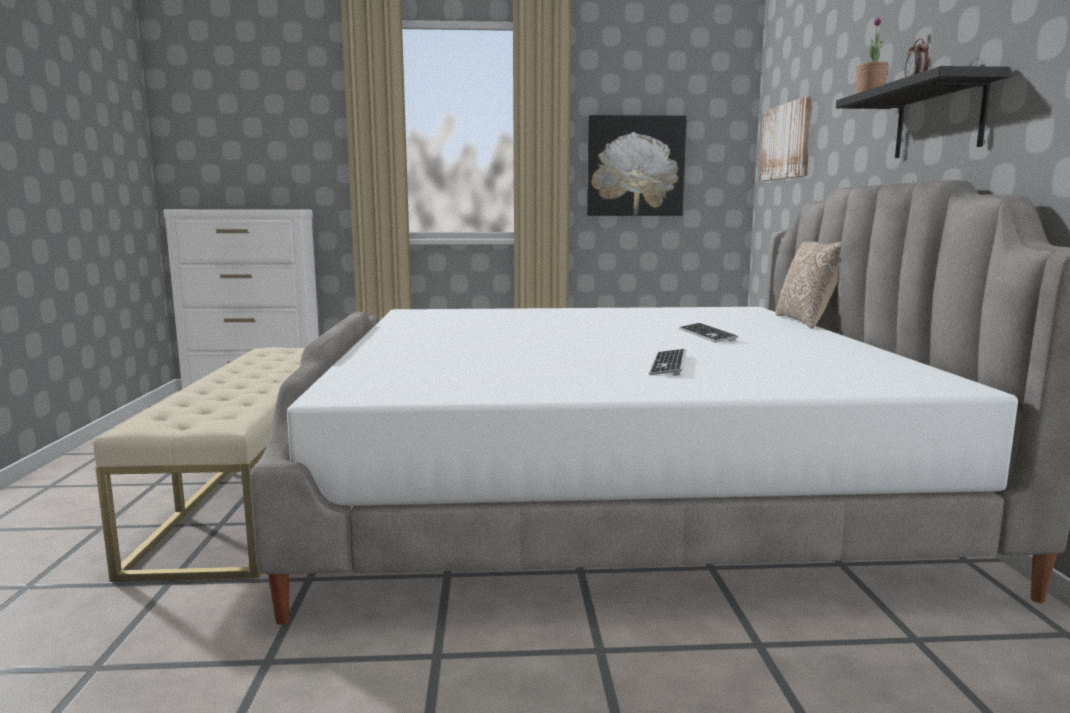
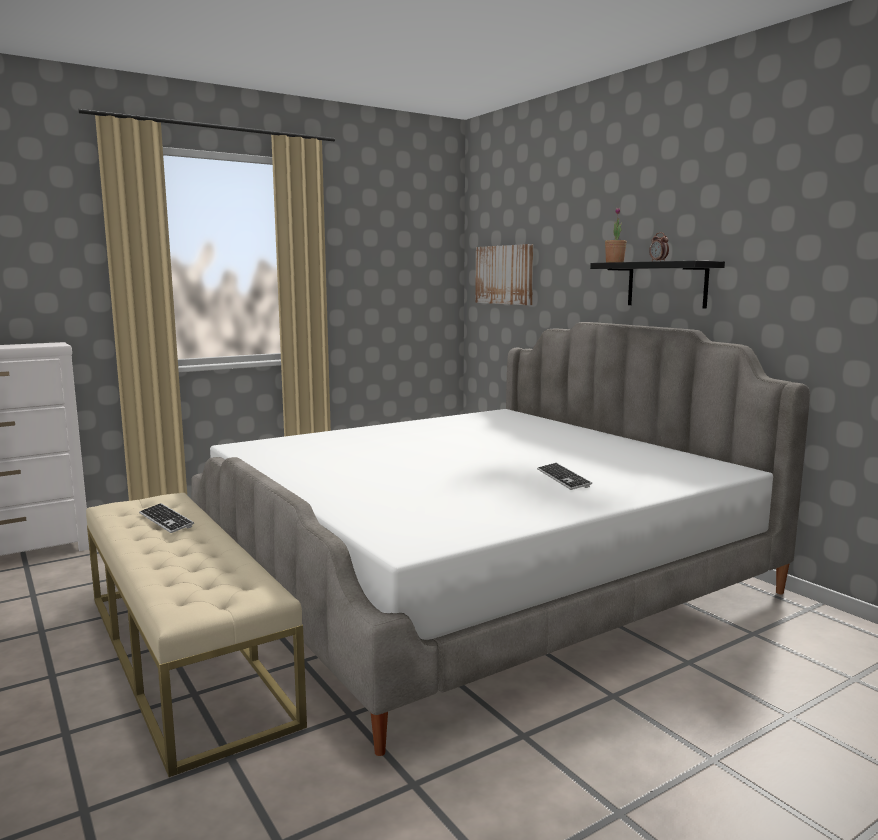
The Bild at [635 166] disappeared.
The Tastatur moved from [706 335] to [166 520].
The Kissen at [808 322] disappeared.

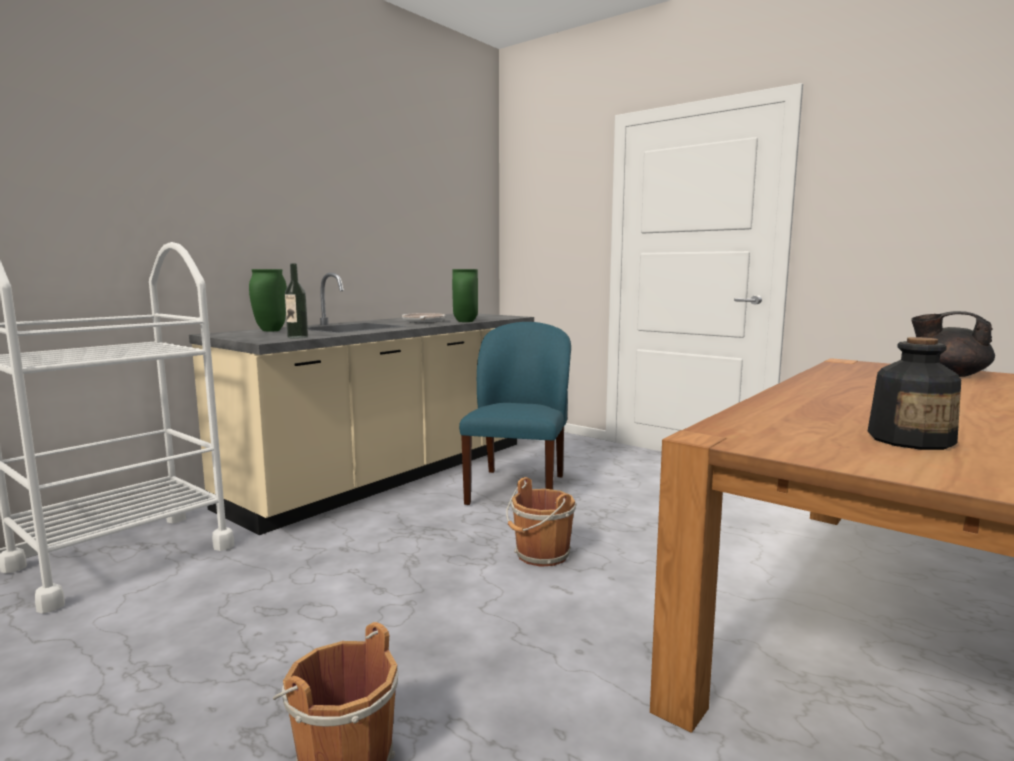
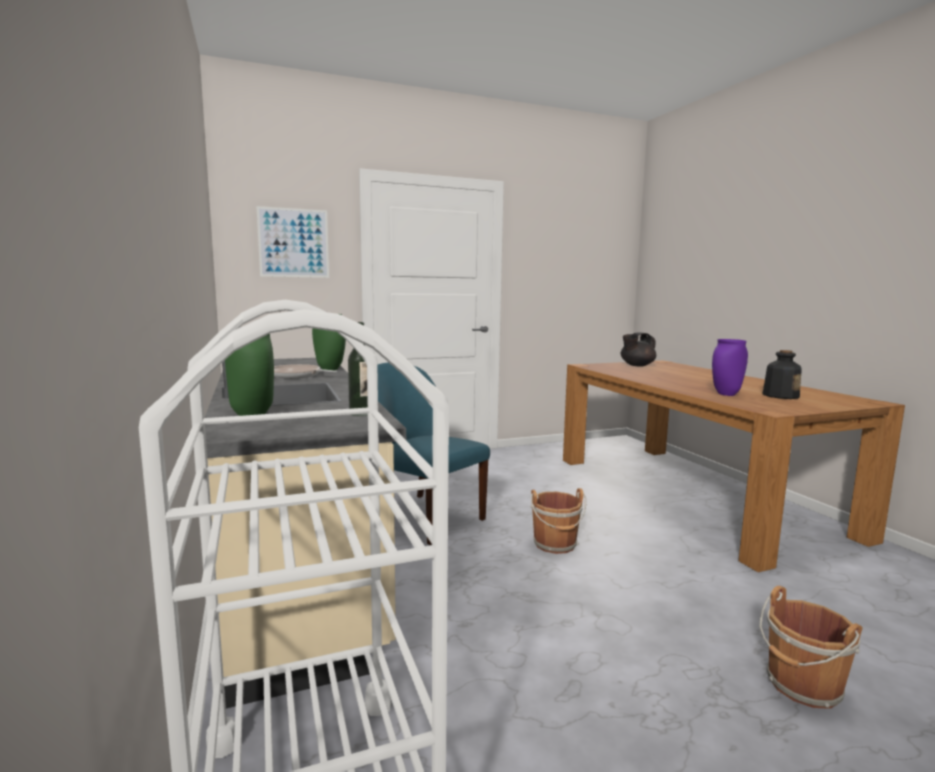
The Bild at [293 243] appeared.
The Vase/lila at [725 394] appeared.

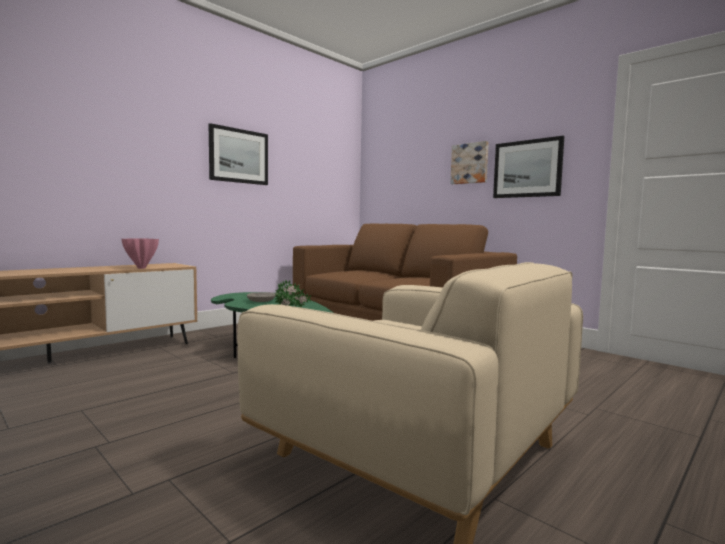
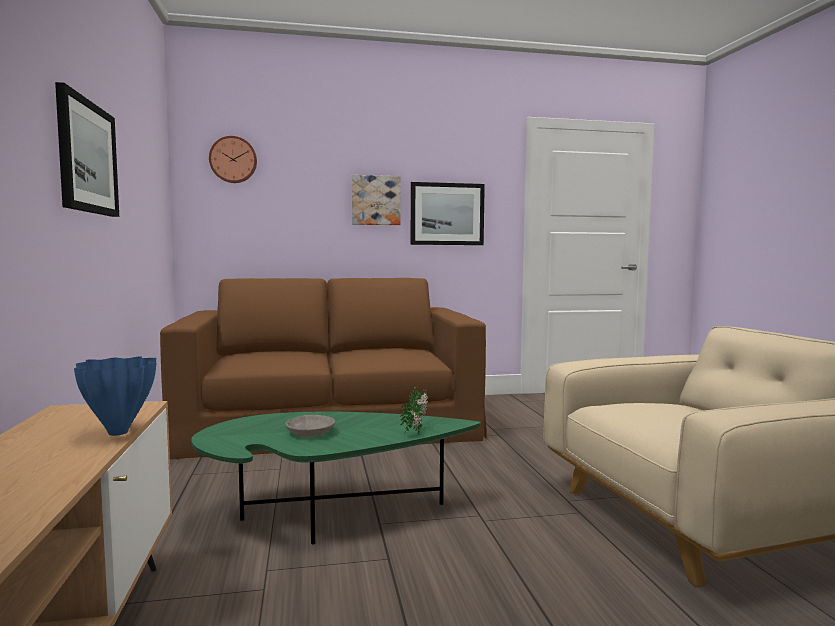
The Vase/rosa at [141 268] became the Vase/blau at [119 433].
The Wanduhr at [233 160] appeared.

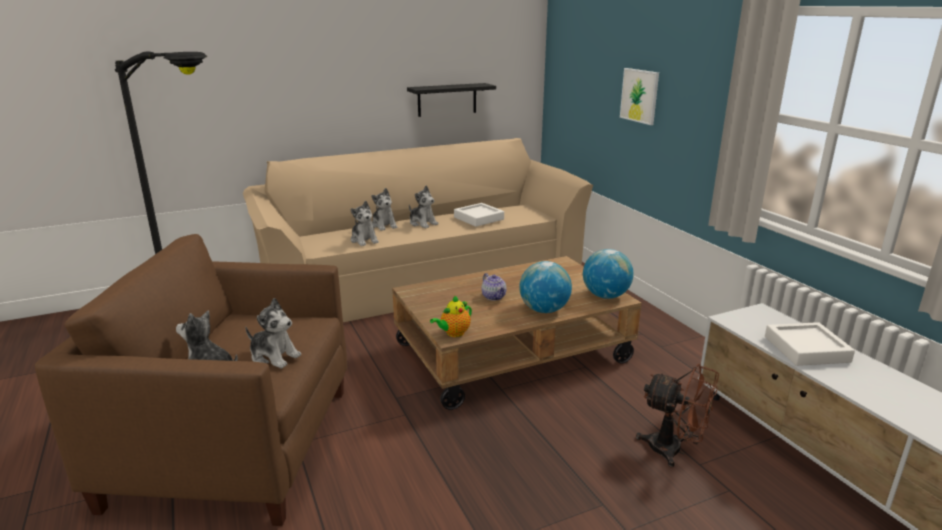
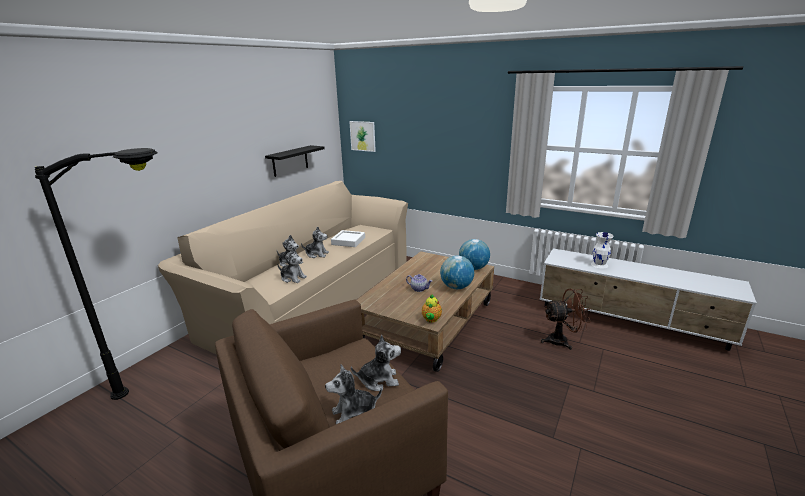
The Bild moved from [639 96] to [363 136].
The Tablett/weiß at [806 349] was replaced by the Vase/weiß at [599 265].

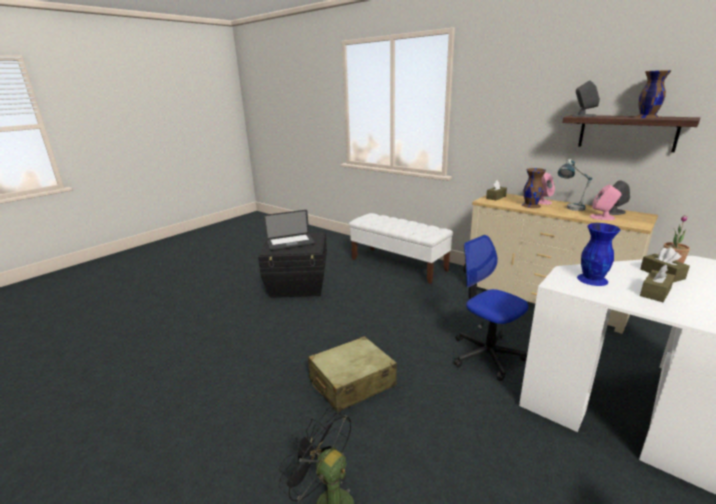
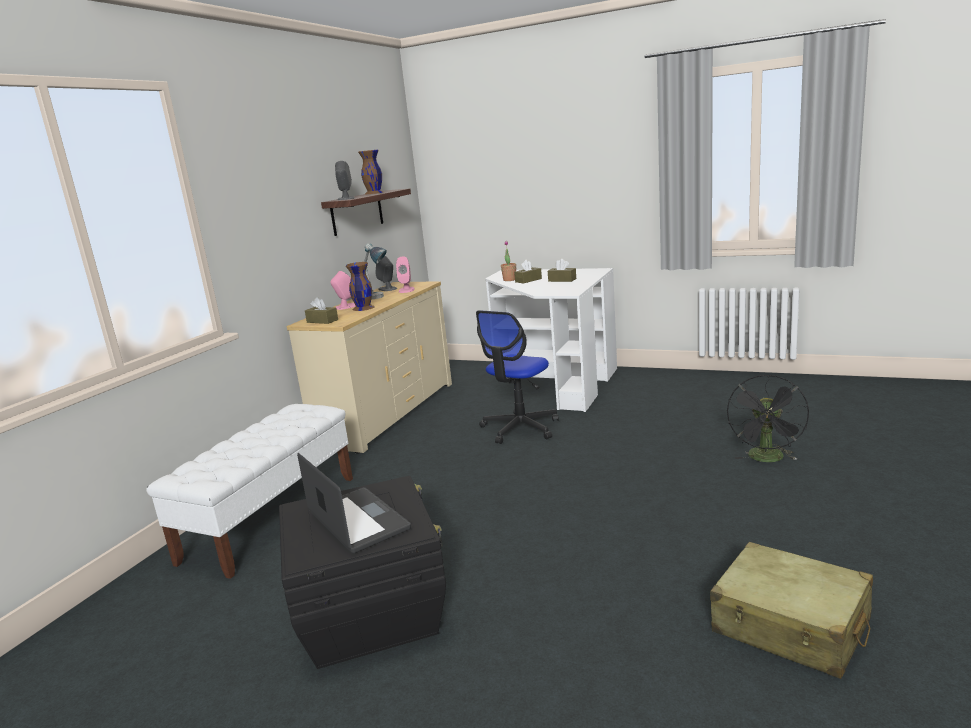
The Koffer/beige moved from [352 383] to [790 626].
The Vase/blau at [593 279] disappeared.

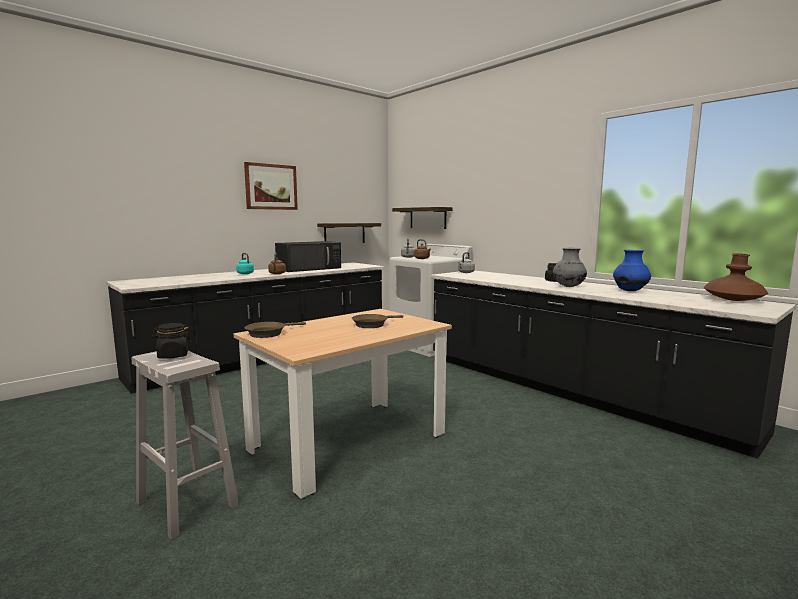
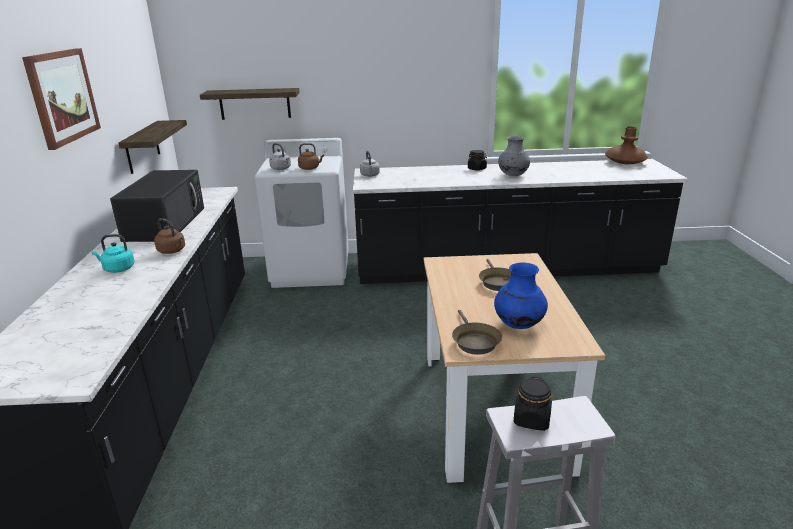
The Vase/blau moved from [630 291] to [518 324].

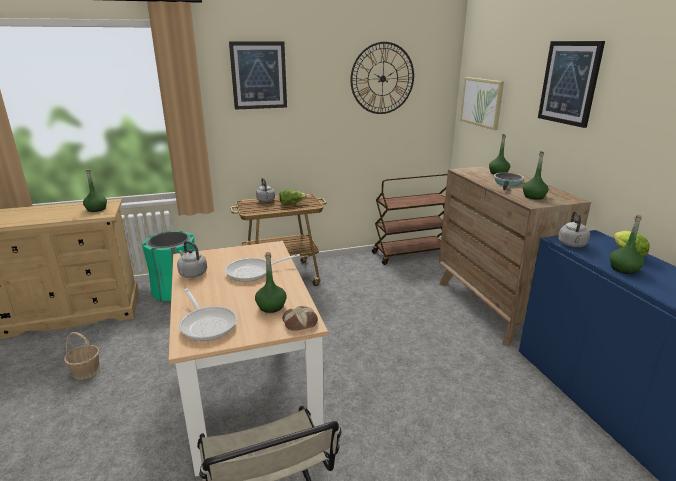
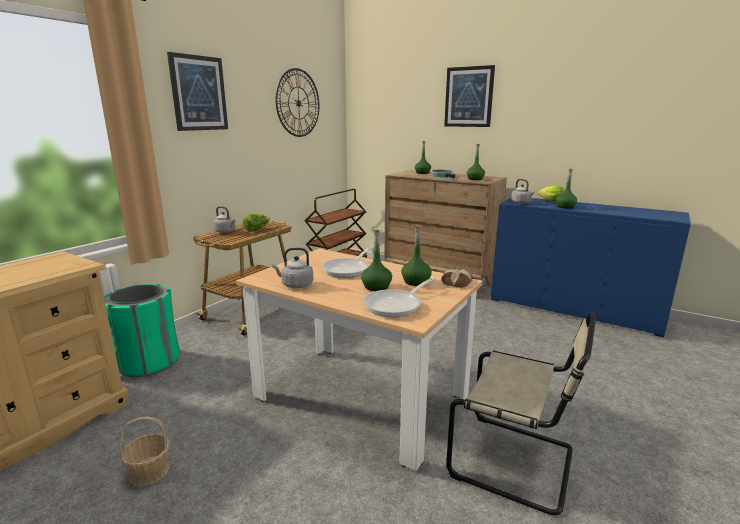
The Flasche/grün moved from [96 209] to [376 287].
The Pfanne at [207 324] turned 120 degrees clockwise.
The Bild at [482 102] disappeared.

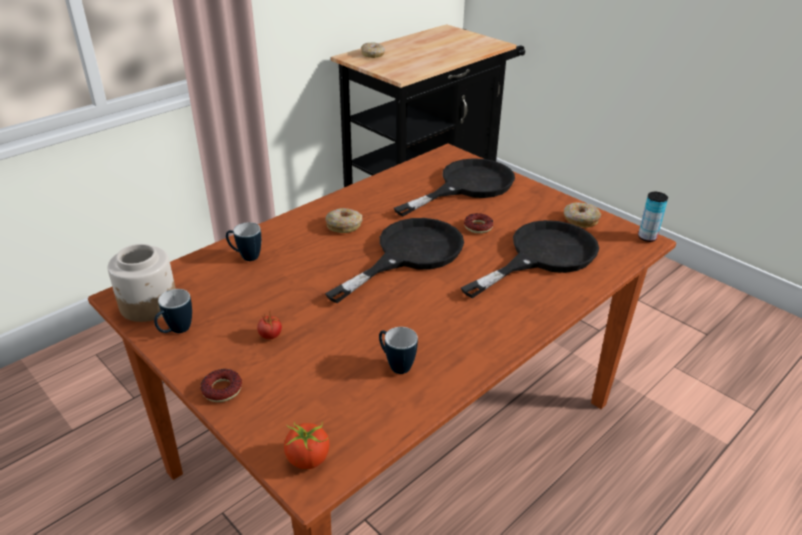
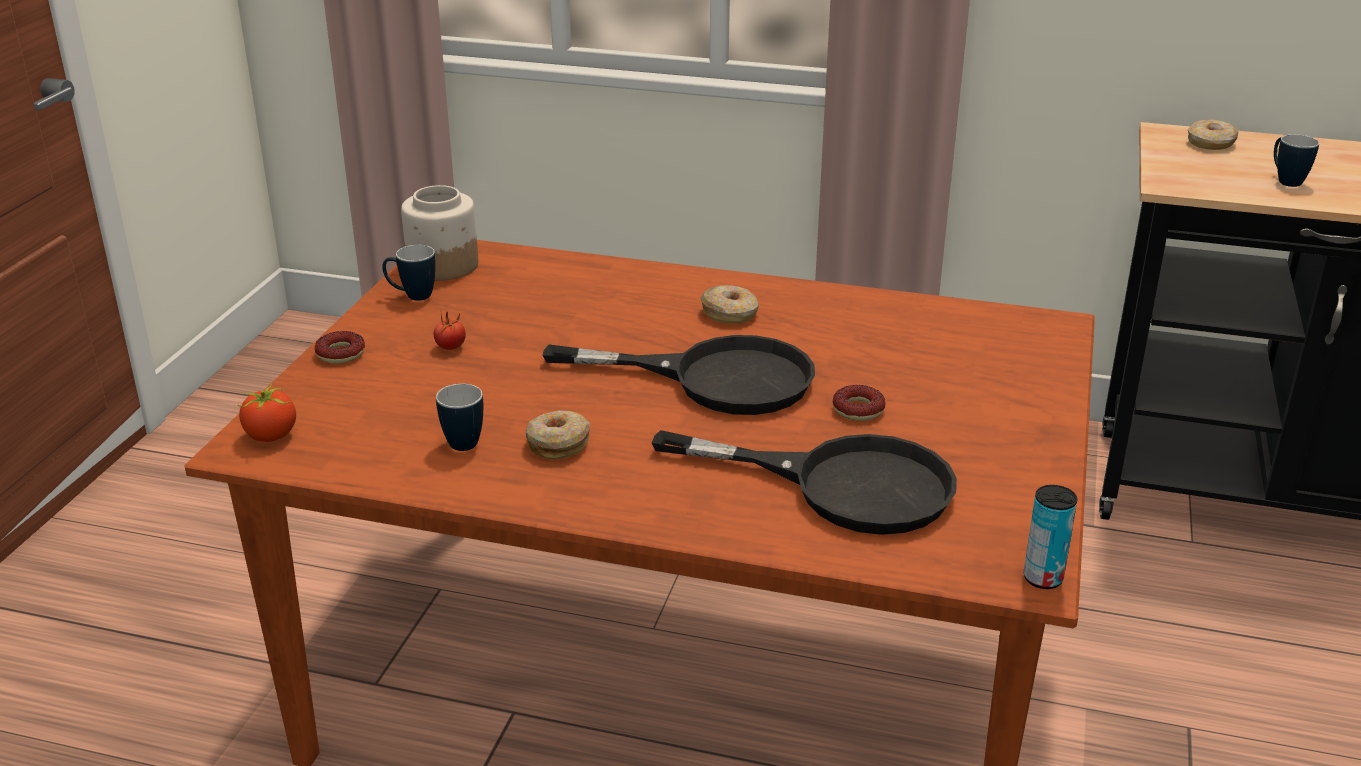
The Henkelbecher moved from [245 256] to [1285 181].
The Pfanne/schwarz at [467 186] disappeared.
The Donut moved from [580 220] to [558 444].

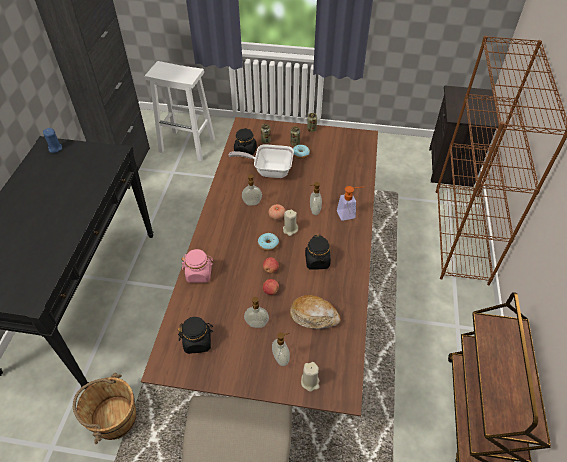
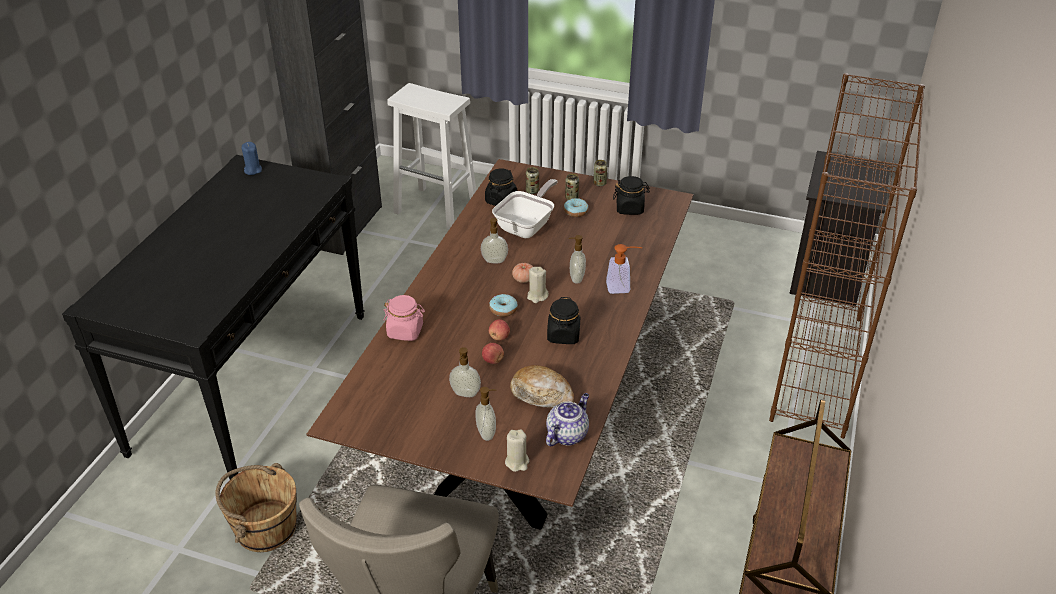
The Vorratsglas/schwarz moved from [198 342] to [630 208].
The Pfanne at [269 170] turned 105 degrees clockwise.
The Teekanne at [567 434] appeared.

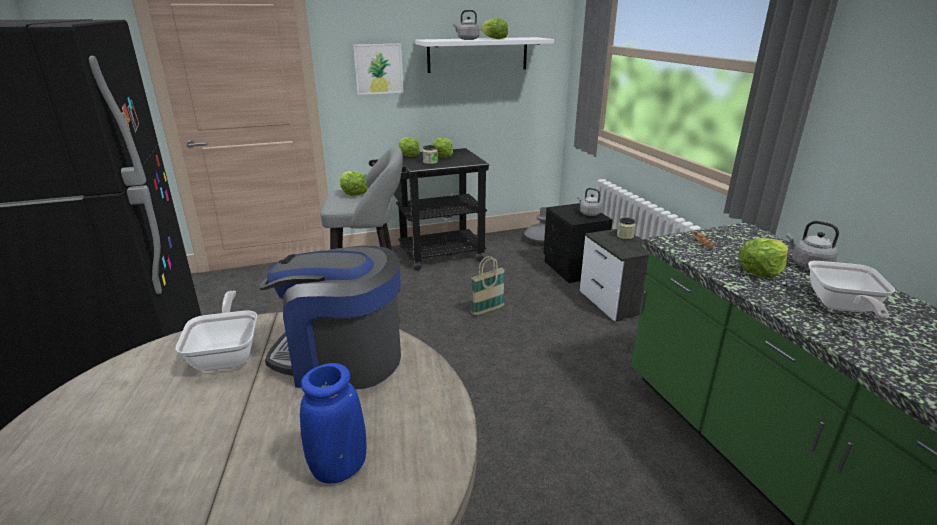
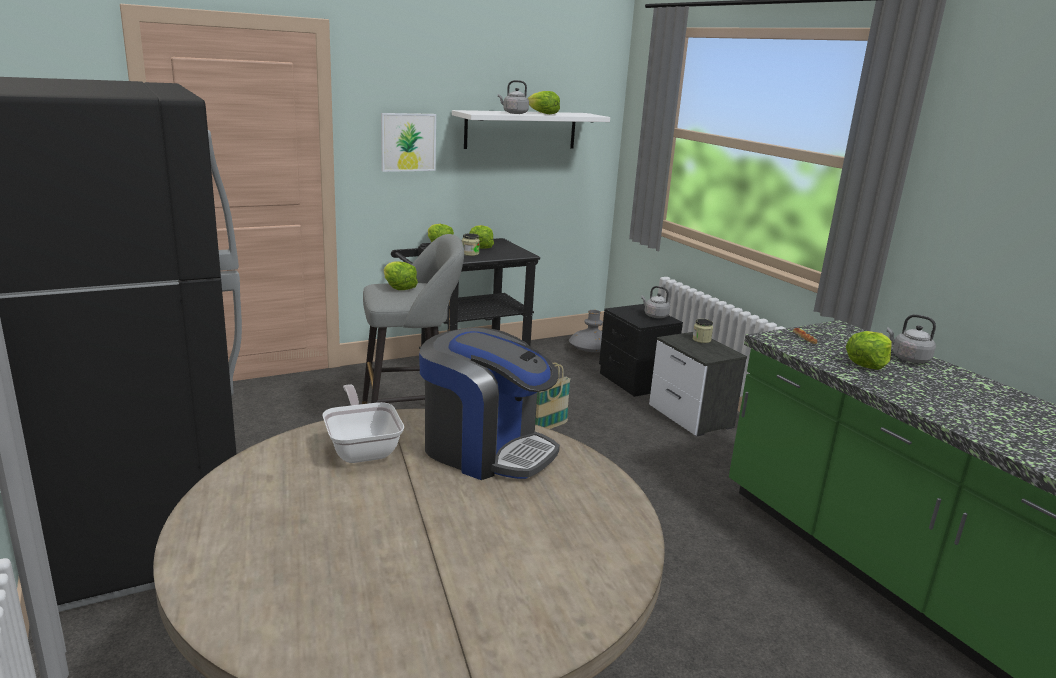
The Kaffeemaschine at [341 359] turned 150 degrees counterclockwise.
The Vase/blau at [339 468] disappeared.
The Pfanne at [842 308] disappeared.

